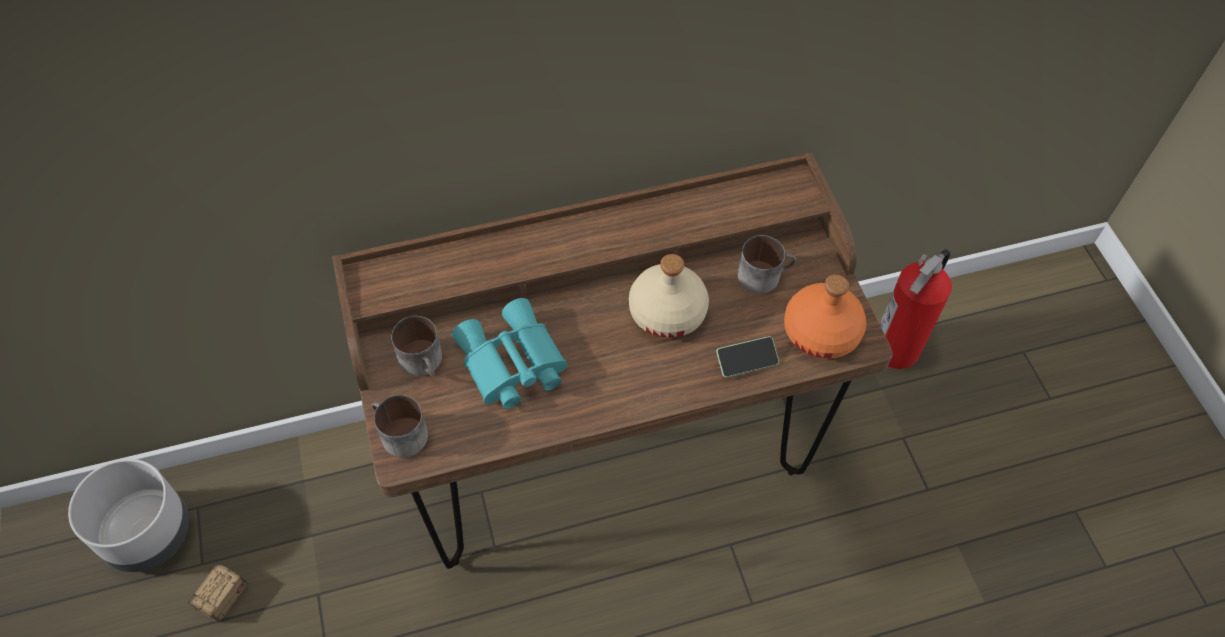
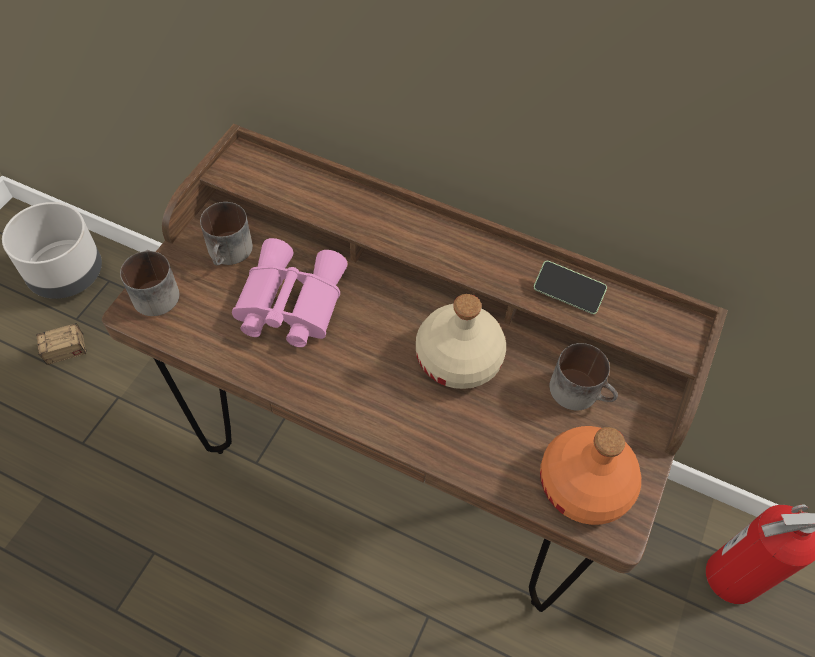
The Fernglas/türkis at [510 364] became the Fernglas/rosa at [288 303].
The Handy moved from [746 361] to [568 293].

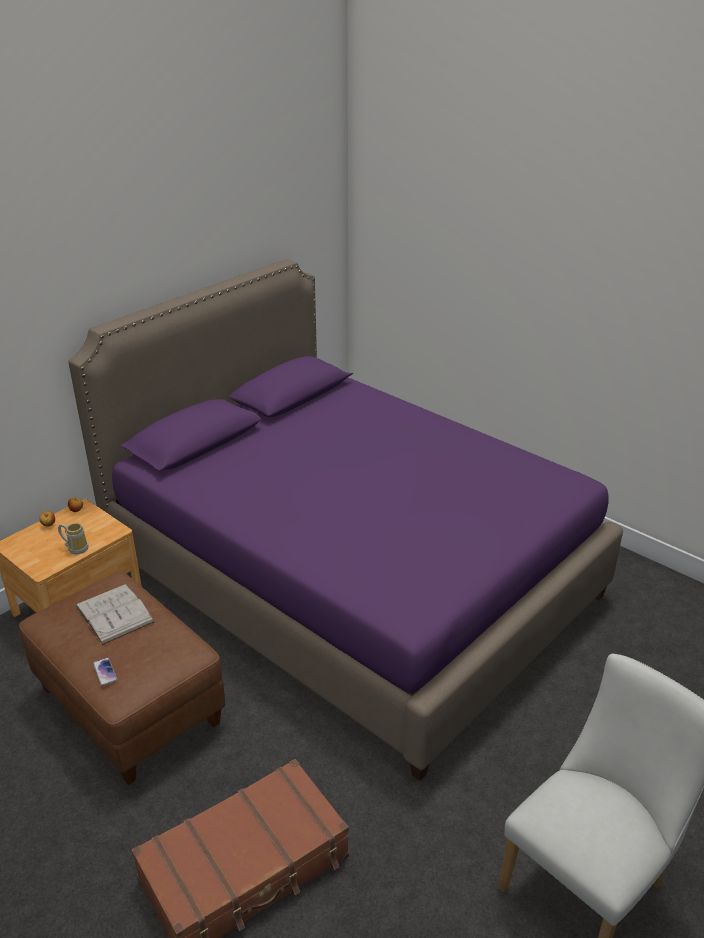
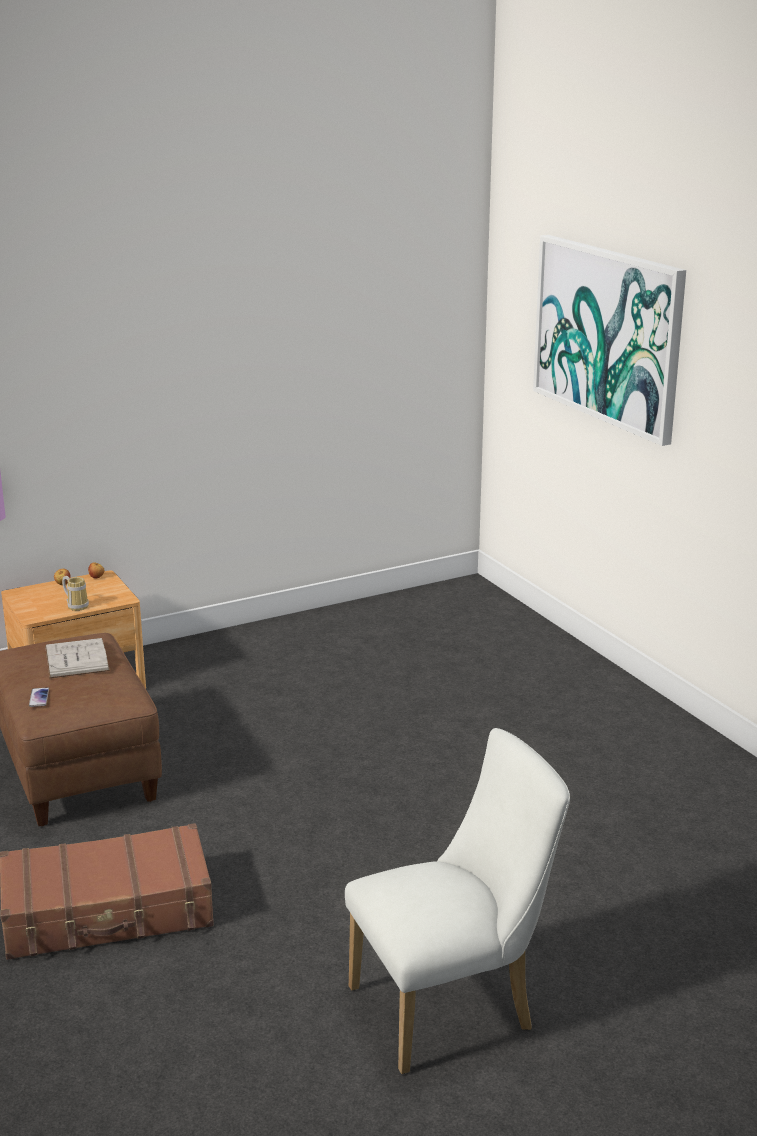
The Bett/lila at [351 578] disappeared.
The Bild at [607 335] appeared.

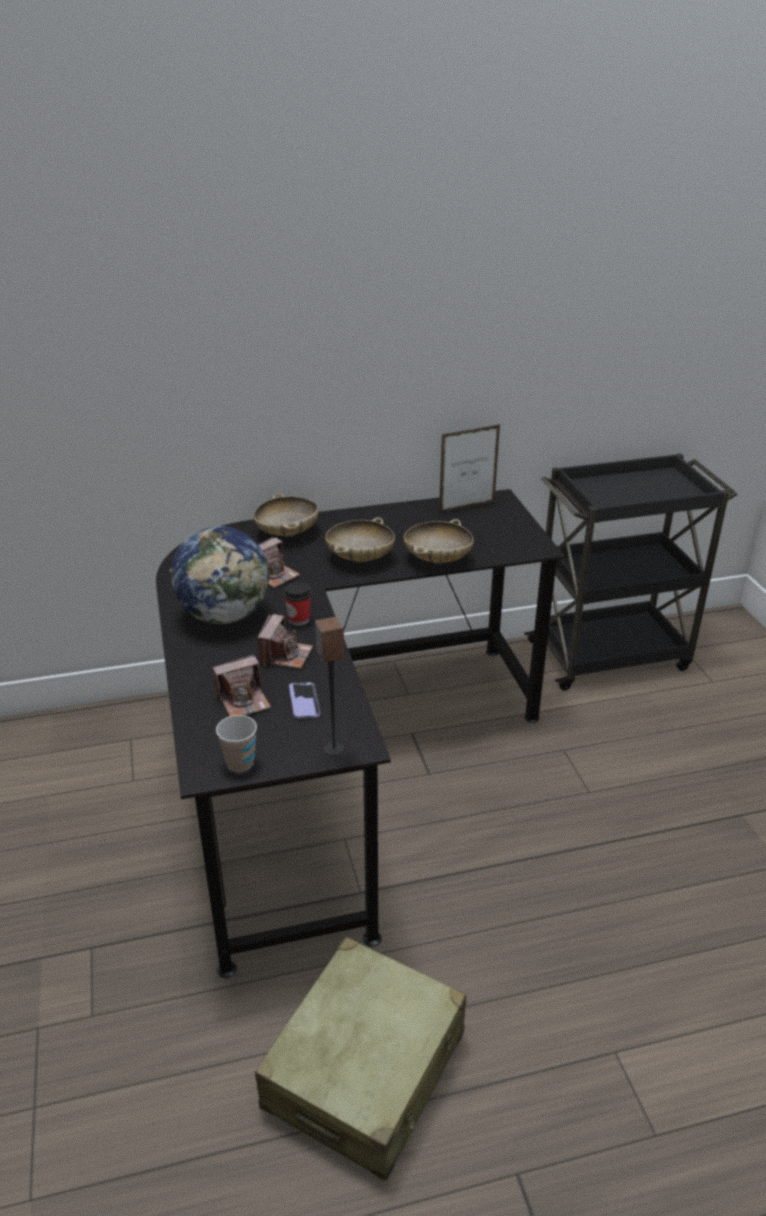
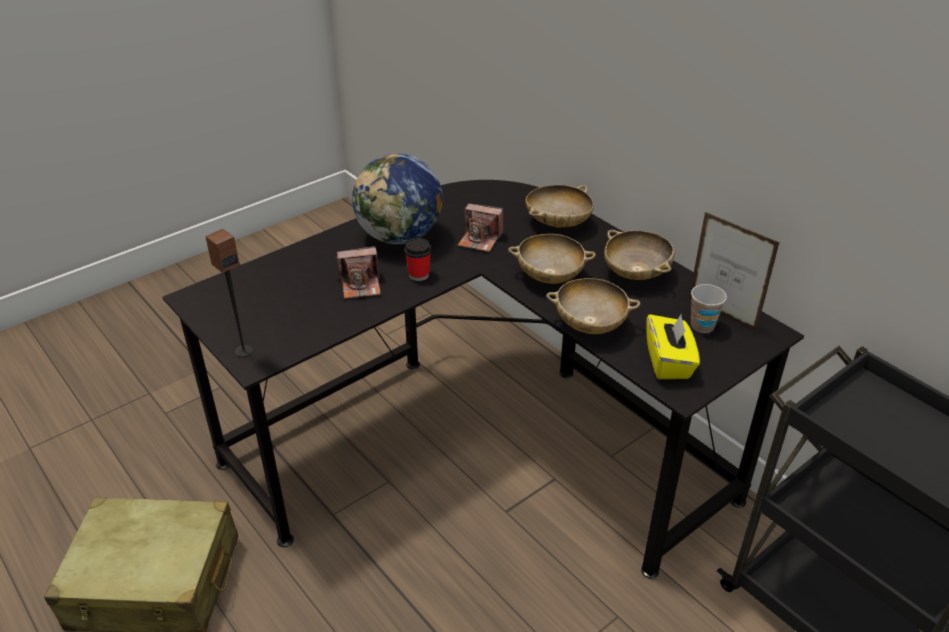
The Kamera at [243 701] disappeared.
The Tasse moved from [240 763] to [702 326].
The Handy at [304 702] disappeared.
The Schüssel/beige at [636 273] appeared.
The Taschentuchbox/gelb at [669 362] appeared.

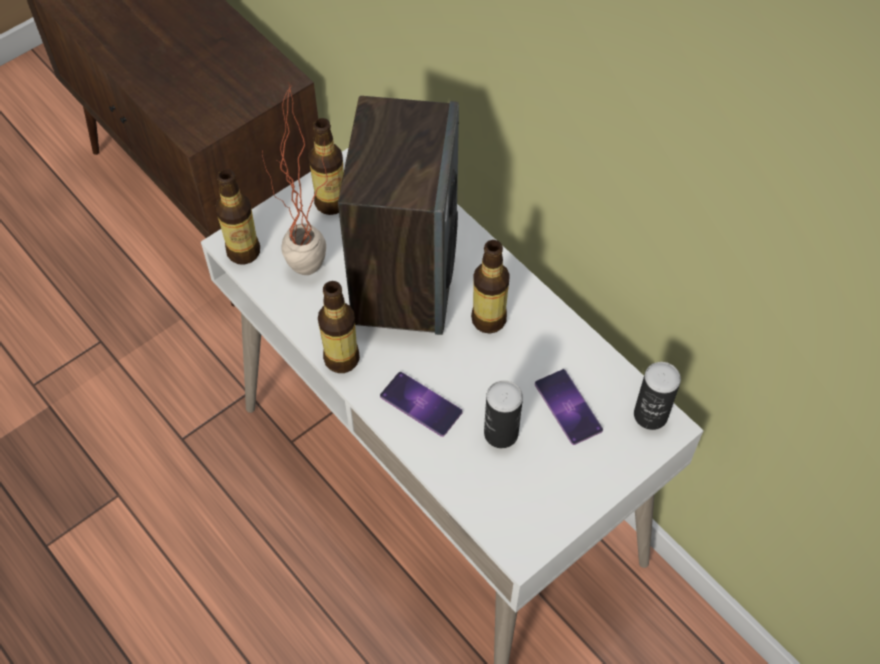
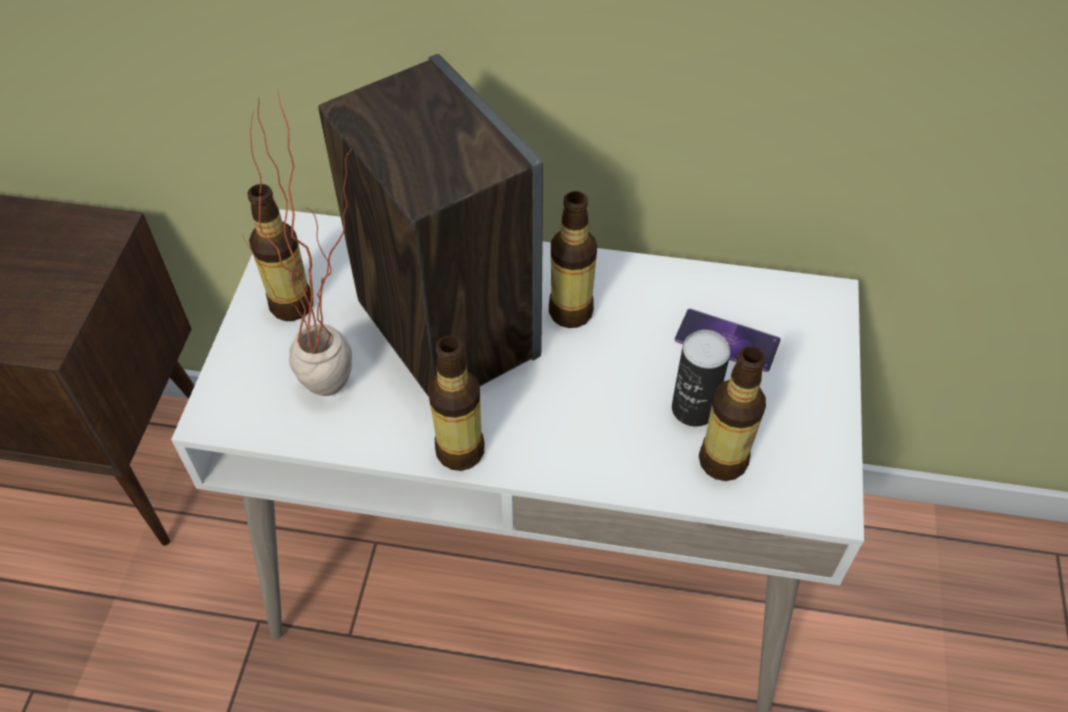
The Flasche moved from [244 252] to [723 461].
The Handy at [421 404] disappeared.
The Dose at [650 415] disappeared.

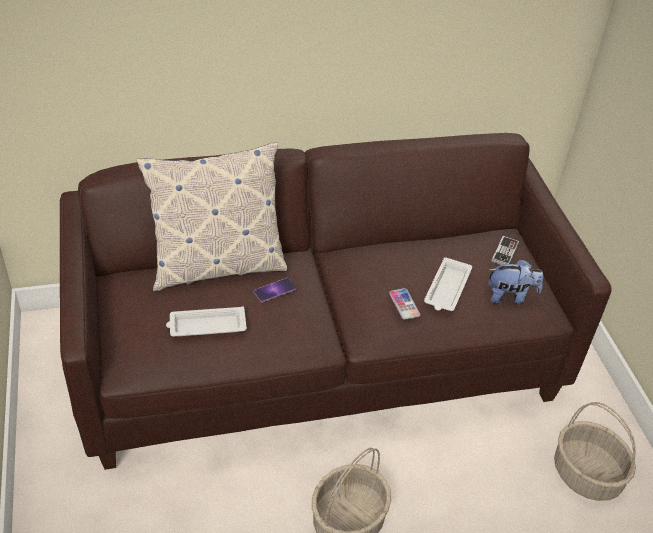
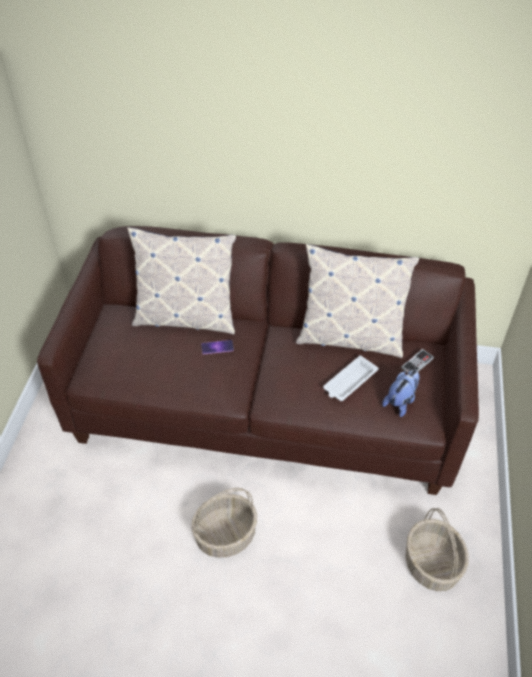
The Tablett/weiß at [206 326] disappeared.
The Handy at [404 304] disappeared.
The Plüschtier at [510 296] turned 75 degrees counterclockwise.
The Kissen at [350 337] appeared.

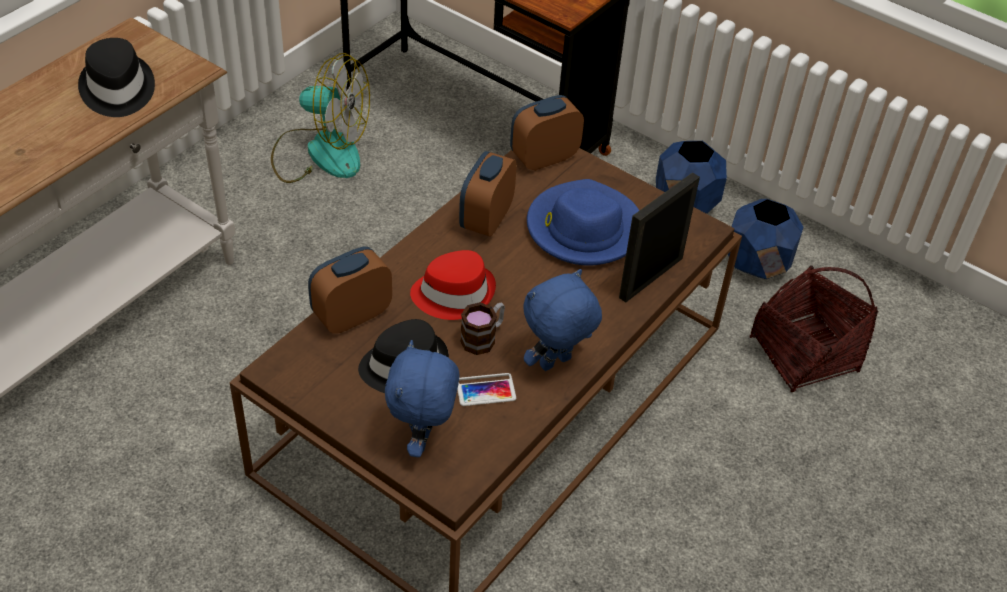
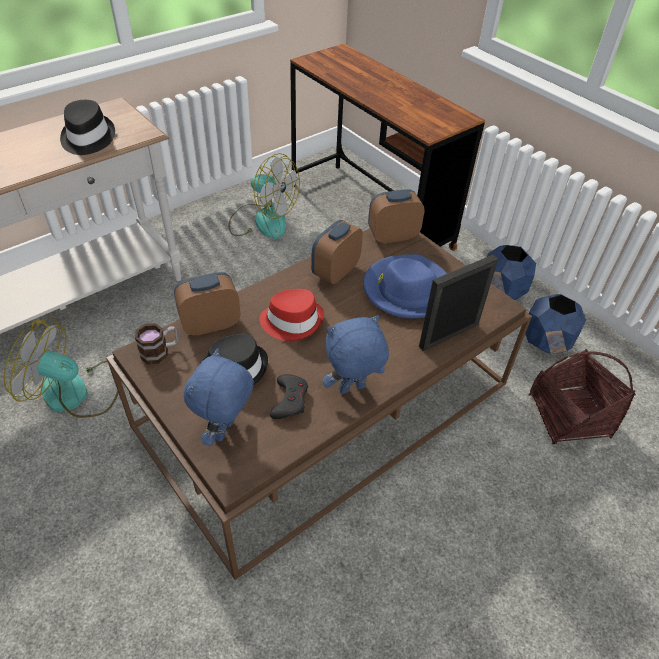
The Handy at [485 390] was replaced by the Gamepad/schwarz at [289 400].
The Henkelbecher moved from [483 337] to [160 352].
The Ventilator at [76 393] appeared.

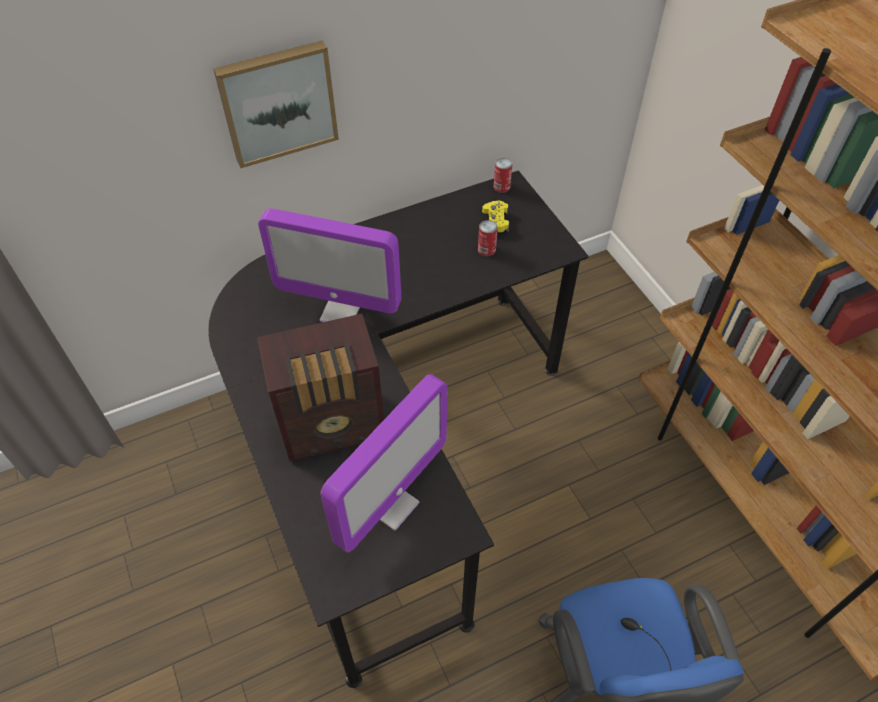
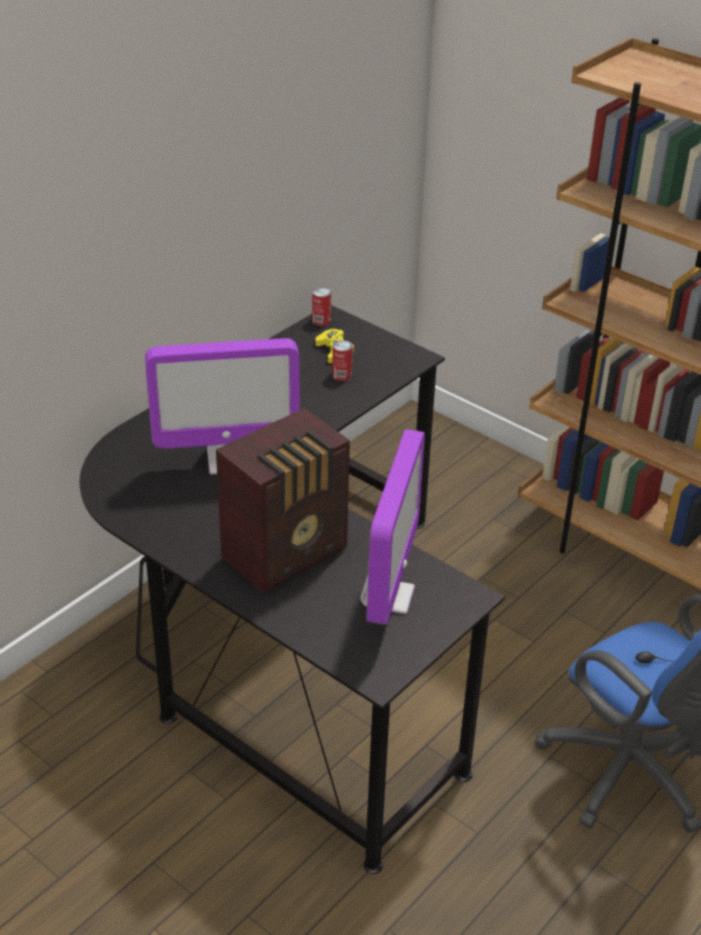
The Bild at [278 102] disappeared.

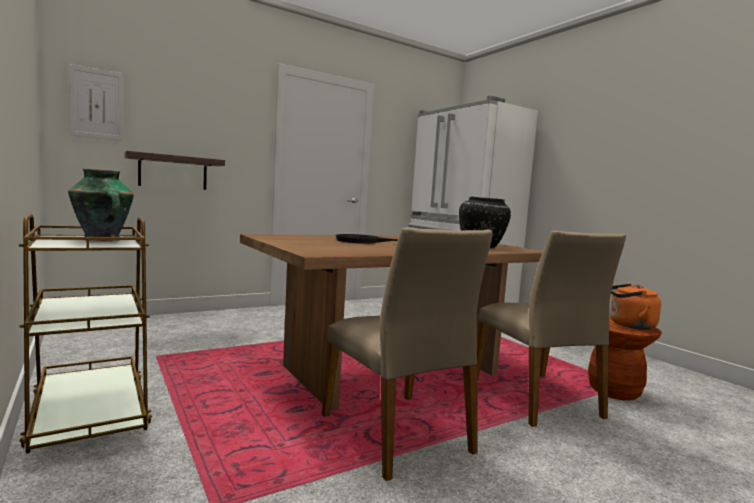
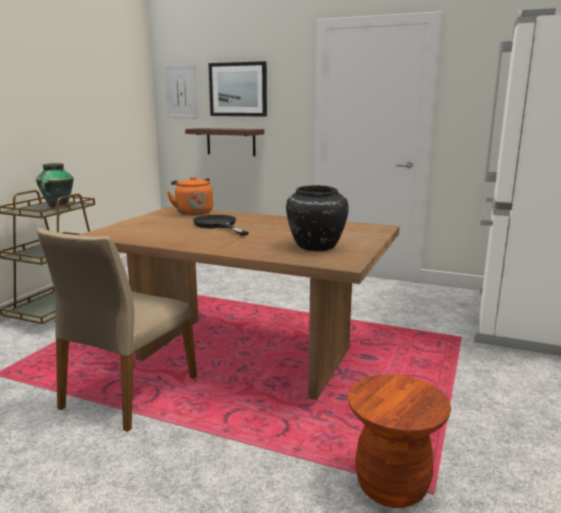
The Stuhl/beige at [536 398] disappeared.
The Wasserkessel/orange moved from [629 325] to [193 212].
The Bild at [238 89] appeared.

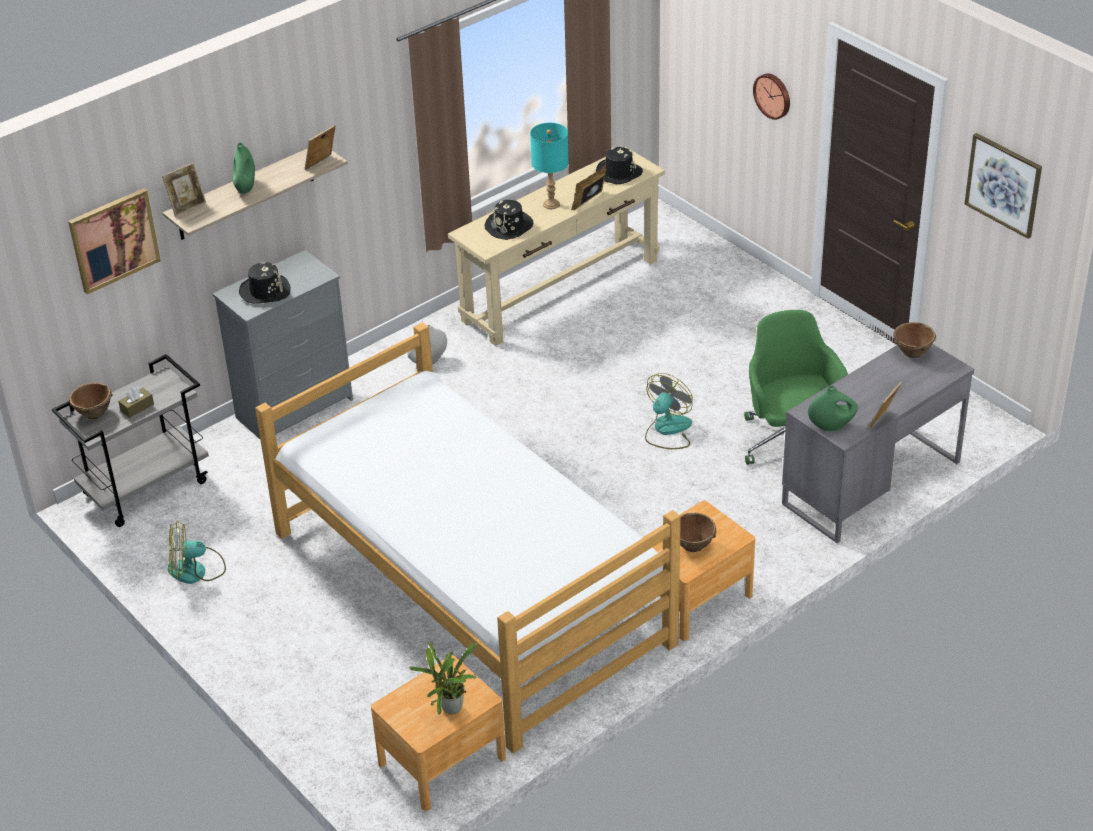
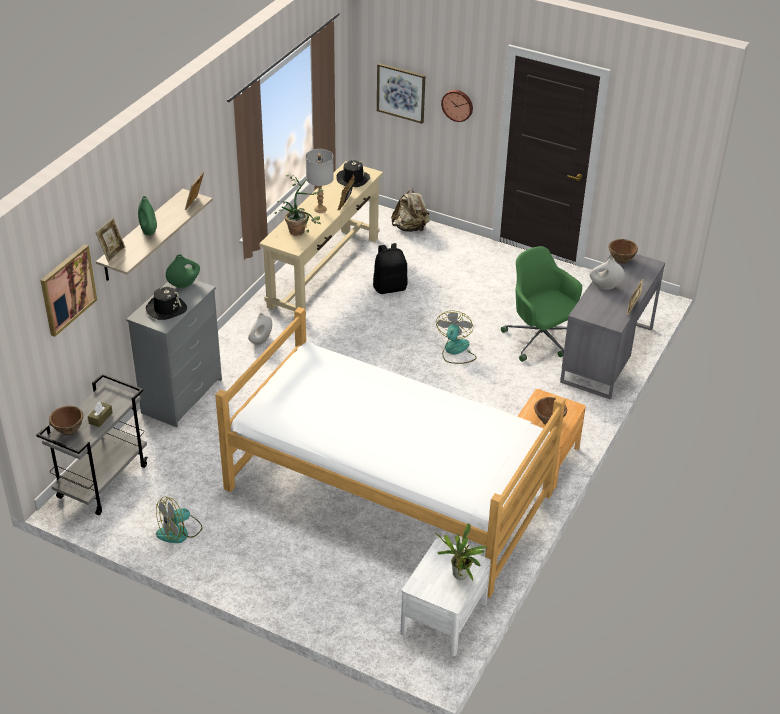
The Nachttisch/braun at [442 760] became the Nachttisch/weiß at [444 617].
The Hut/schwarz at [509 226] was replaced by the Topfpflanze at [300 230].
The Tischlampe/türkis at [551 204] became the Tischlampe/grau at [320 209].
The Vase/grün moved from [831 426] to [184 284].
The Bild moved from [1003 185] to [401 92].
The Rucksack/schwarz at [390 287] appeared.
The Rucksack/beige at [410 228] appeared.
The Vase/weiß at [605 287] appeared.

